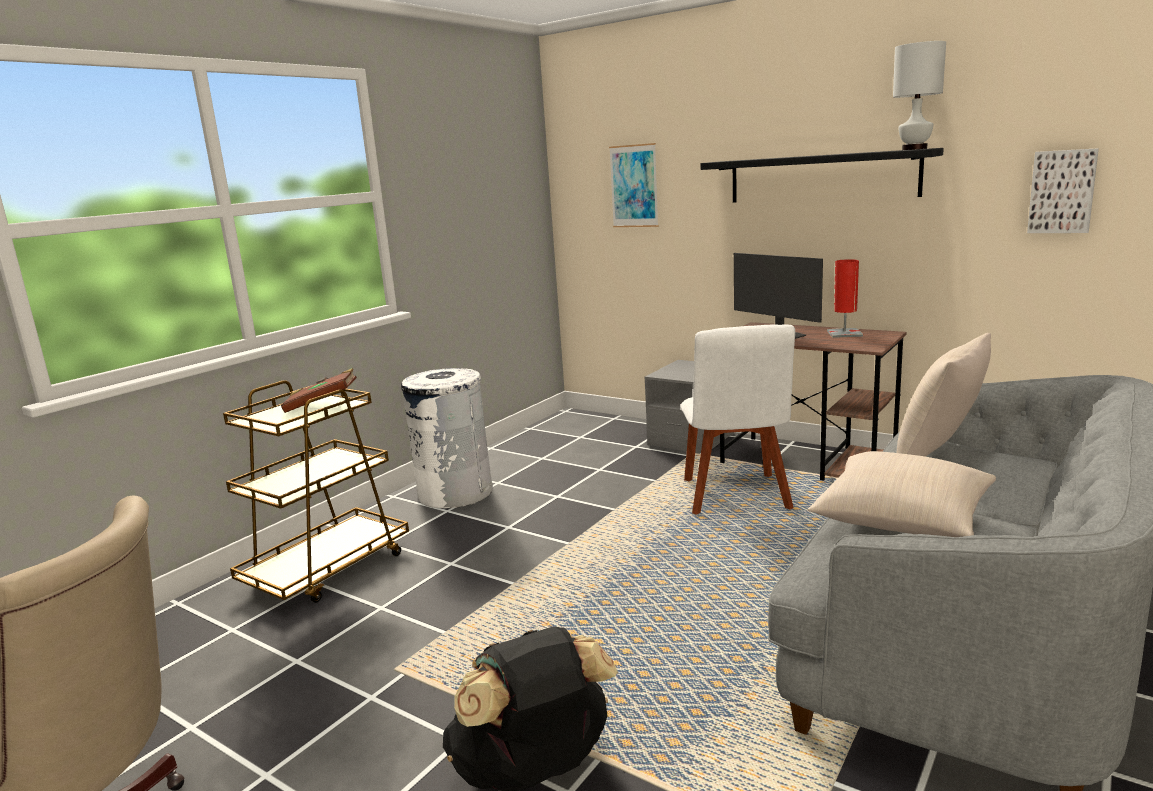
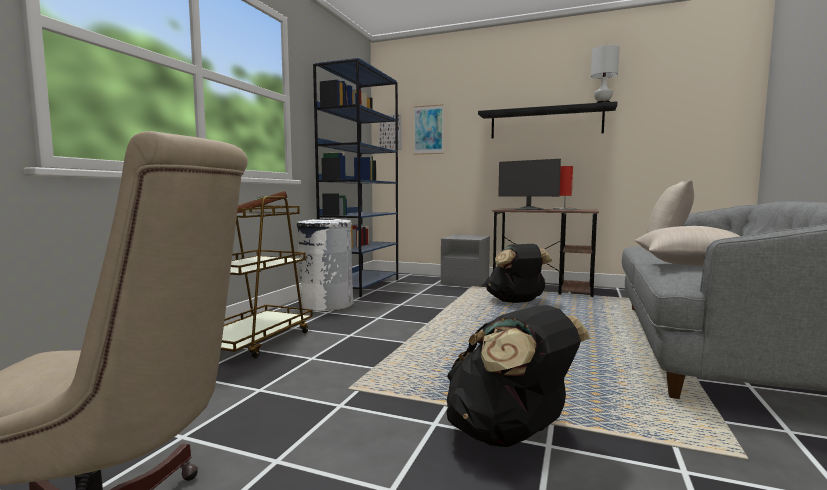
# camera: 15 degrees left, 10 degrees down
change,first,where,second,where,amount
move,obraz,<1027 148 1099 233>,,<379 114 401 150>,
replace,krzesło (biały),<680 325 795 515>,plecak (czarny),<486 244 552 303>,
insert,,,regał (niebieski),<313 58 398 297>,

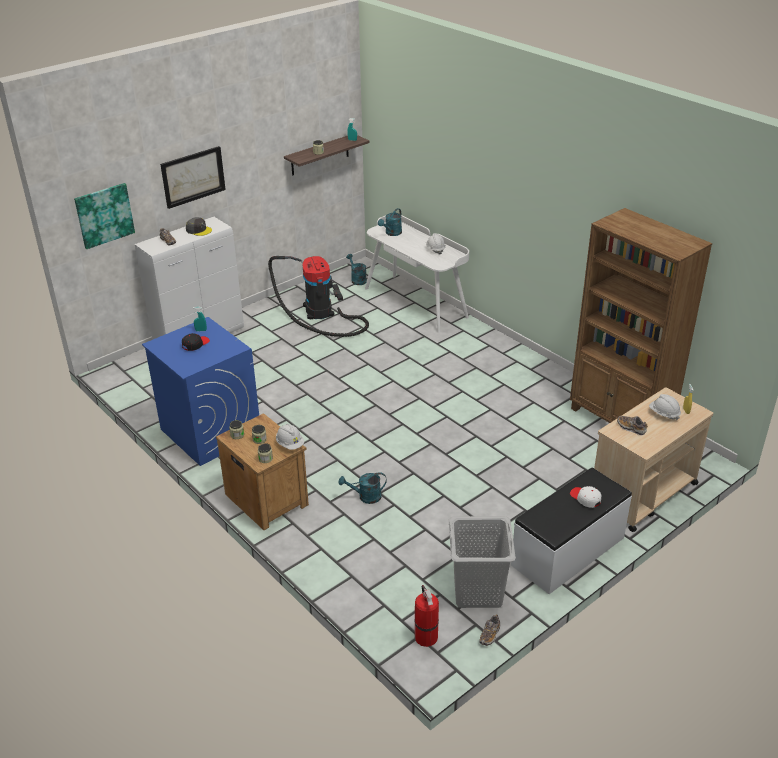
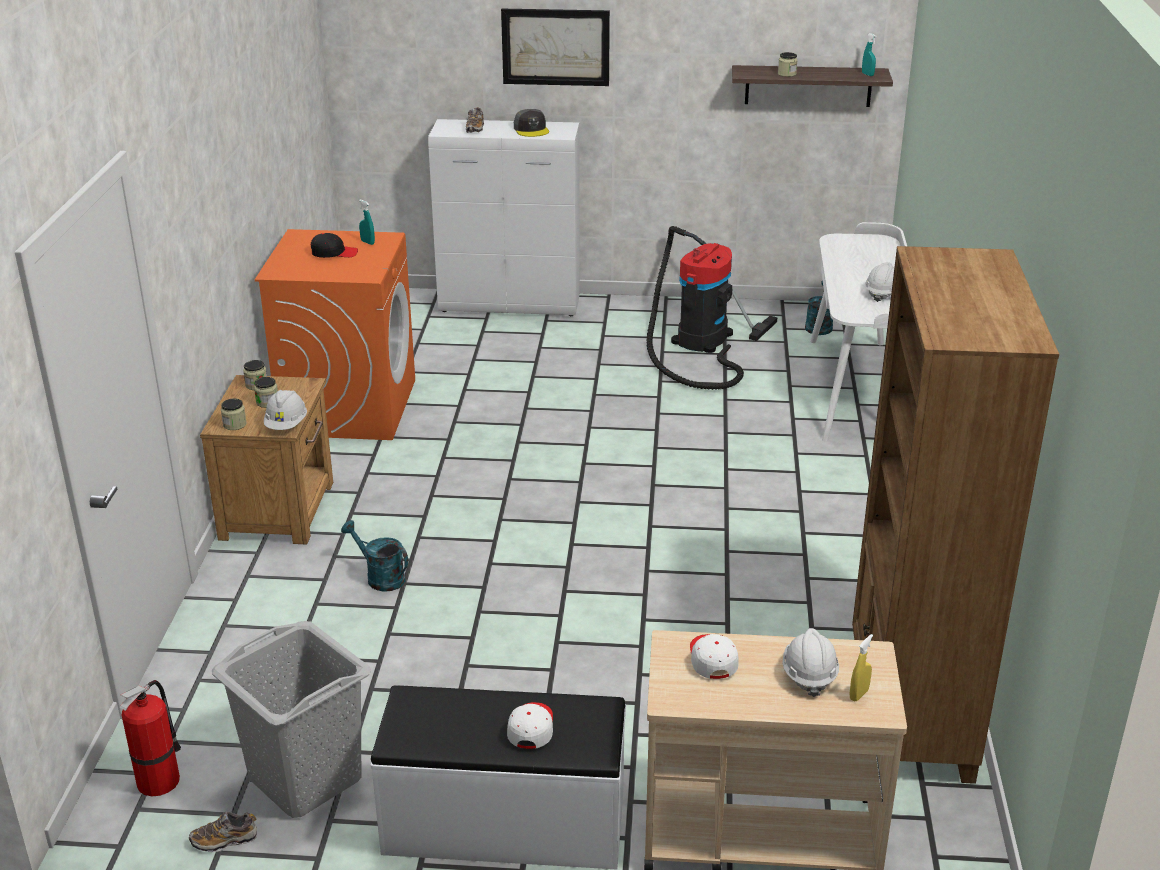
# camera: 45 degrees right, 5 degrees down
change,first,where,second,where,amount
delete,obraz,<74 183 135 249>,,,
delete,konewka (turkusowy),<378 208 402 236>,,,
recolor,pralka (niebieski),<142 317 259 466>,pralka (pomarańczowy),<255 229 415 440>,
replace,but,<617 416 648 435>,czapka z daszkiem (biały),<690 634 738 679>,

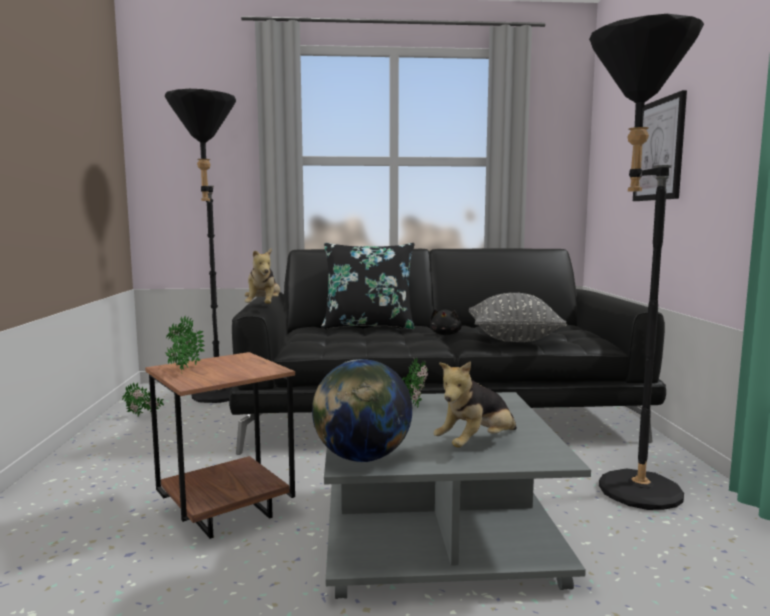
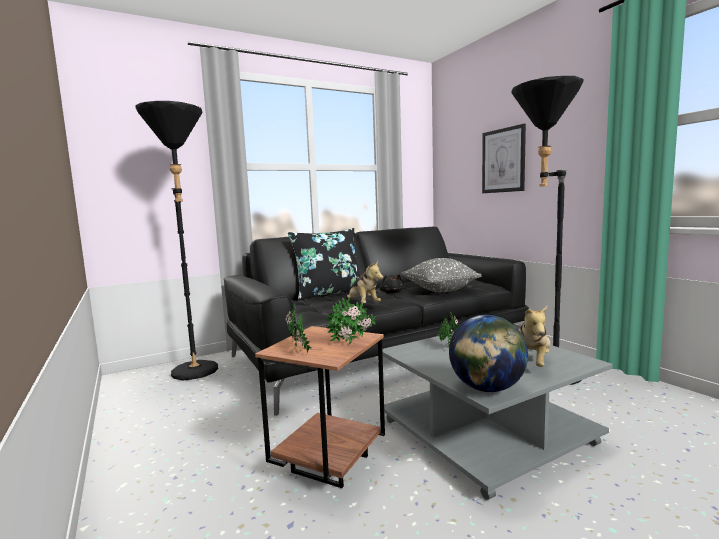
# camera: 25 degrees left, 0 degrees up
change,first,where,second,where,amount
move,pluszak,<245 248 280 304>,,<346 261 383 303>,
move,roślina doniczkowa,<122 382 164 416>,,<326 298 376 344>,

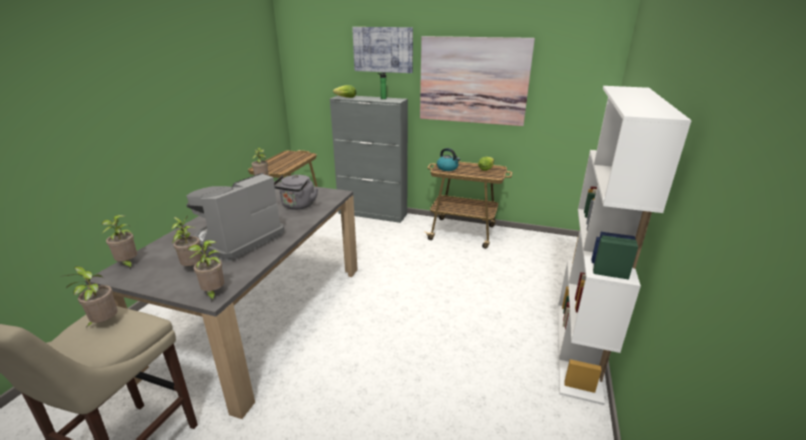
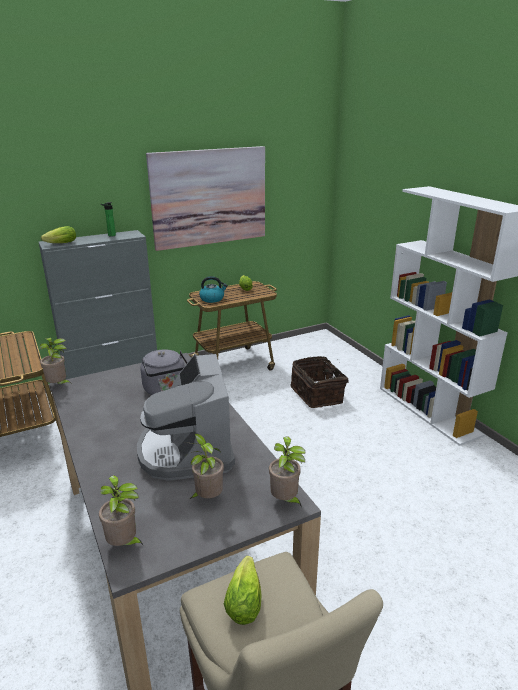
# camera: 45 degrees left, 0 degrees up
change,first,where,second,where,amount
delete,obraz,<352 27 413 73>,,,
replace,roślina doniczkowa,<64 266 118 327>,sałata,<224 556 262 625>,
insert,,,koszyk,<290 356 349 408>,

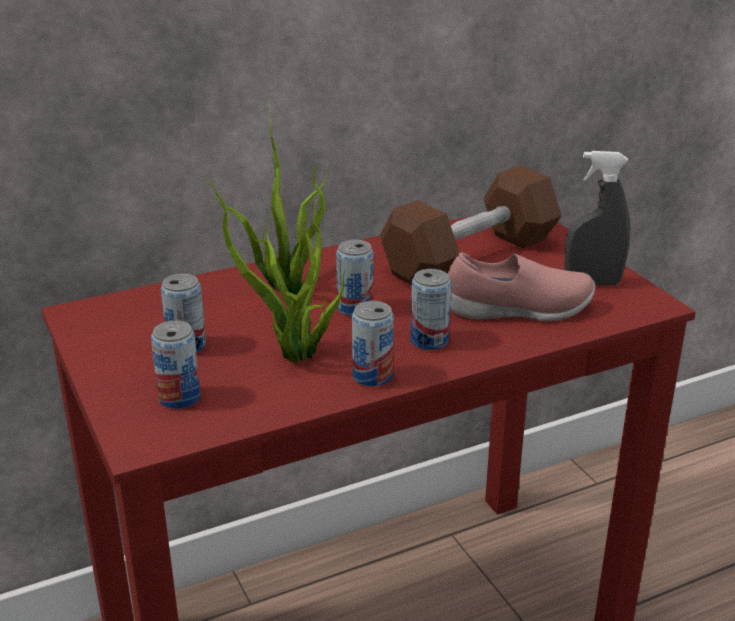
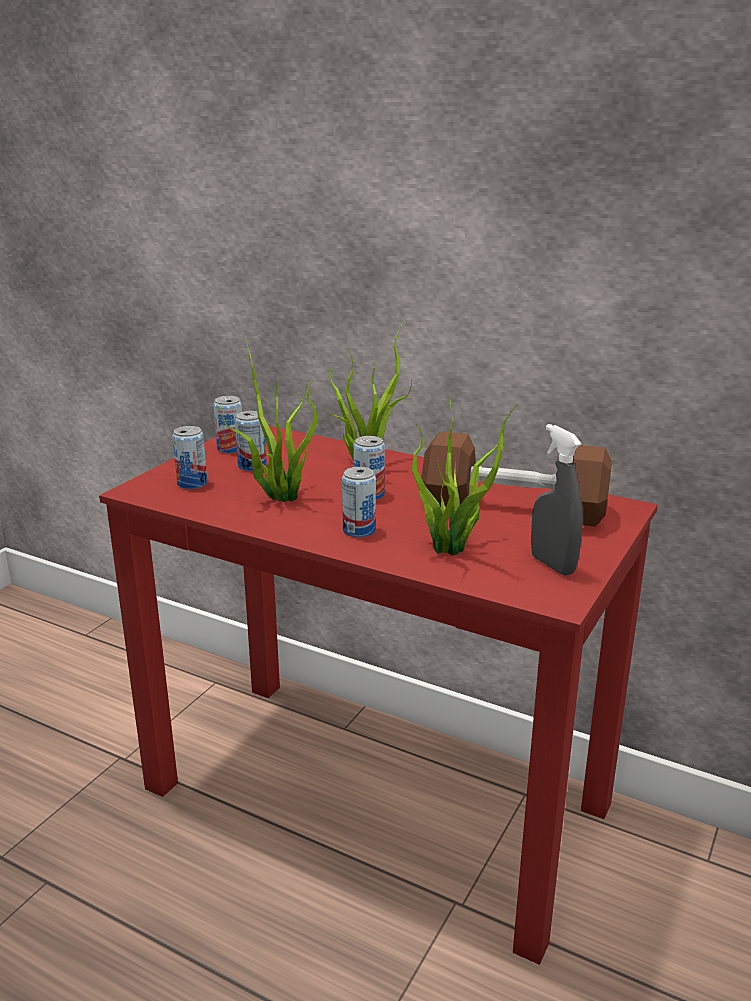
# camera: 55 degrees right, 5 degrees down
change,first,where,second,where,amount
replace,but (różowy),<448 253 595 321>,roślina doniczkowa,<412 398 517 556>,
move,puszka,<352 301 394 387>,,<214 396 242 454>,

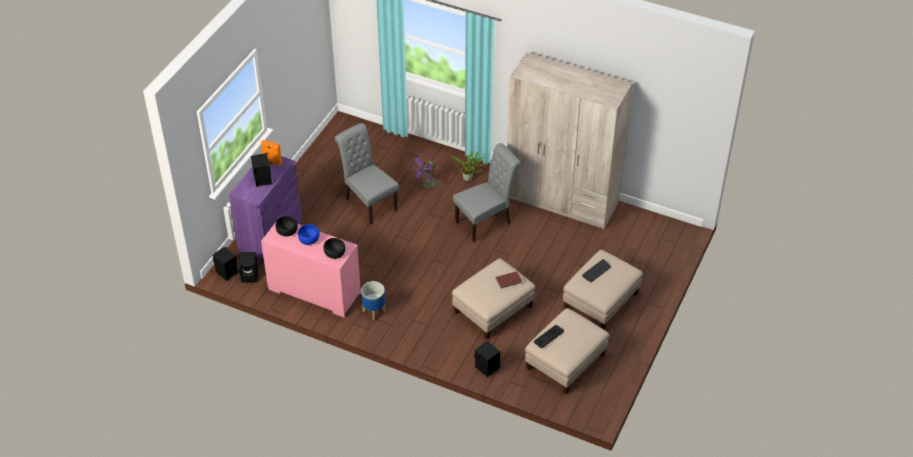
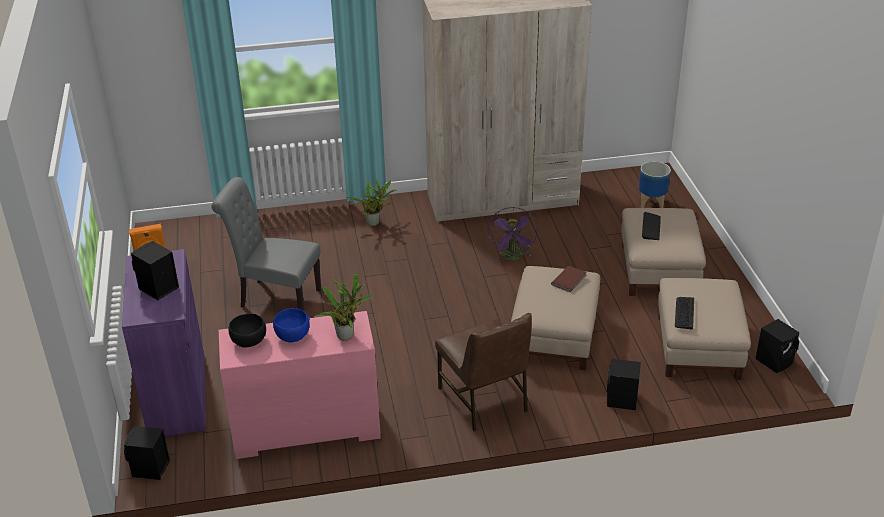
# camera: 35 degrees left, 10 degrees down
change,first,where,second,where,amount
delete,krzesło (szary),<453 143 521 242>,,,
move,wentylator (fioletowy),<410 153 441 190>,,<488 207 538 260>,
replace,miska (czarny),<323 238 345 259>,roślina doniczkowa,<314 273 373 341>,
move,głośnik (czarny),<238 252 259 283>,,<756 319 799 373>,
move,donica,<361 281 386 320>,,<639 161 671 208>,
insert,,,krzesło (brązowy),<435 313 532 431>,

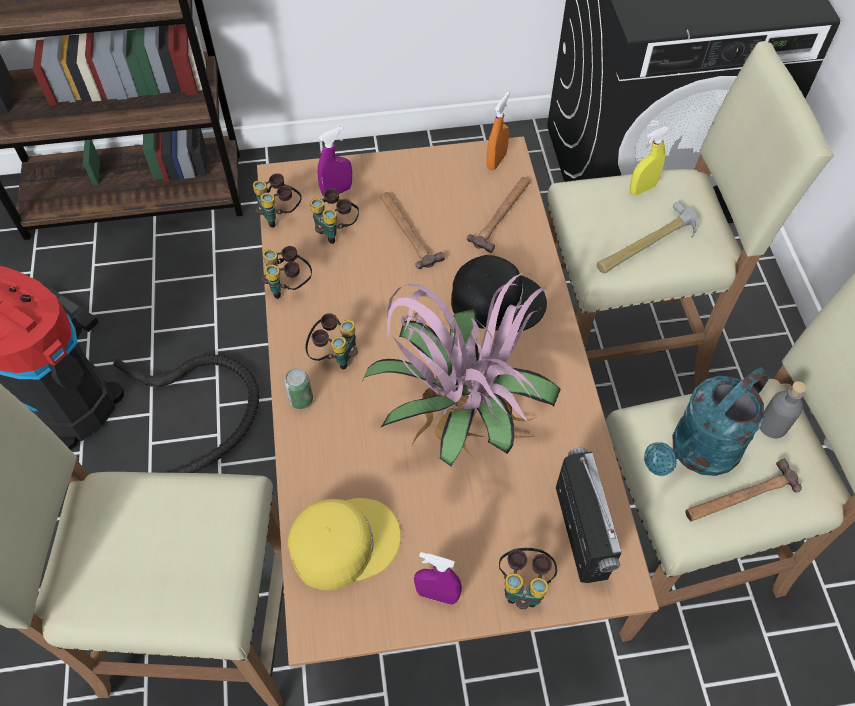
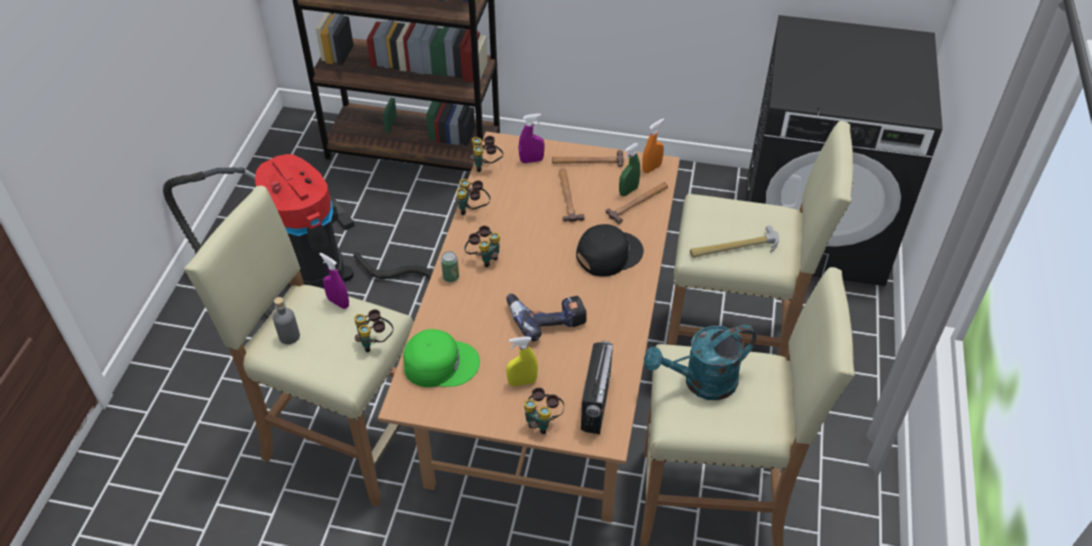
# camera: 20 degrees right, 10 degrees down
change,first,where,second,where,amount
move,spryskiwacz (żółty),<630 127 670 195>,,<506 336 538 386>,
move,lornetka,<310 188 359 244>,,<354 309 393 352>,
rotate,czapka z daszkiem (czarny),<451 255 547 332>,,<576 224 644 277>,60 degrees counterclockwise
replace,roślina doniczkowa,<361 273 561 466>,wiertarka,<506 294 587 342>,
move,butelka (szary),<760 381 806 438>,,<273 297 300 345>,
move,młotek,<685 459 802 521>,,<552 150 624 167>,
recolor,czapka z daszkiem (żółty),<288 498 401 590>,czapka z daszkiem (zielony),<403 329 480 387>,
move,spryskiwacz (fioletowy),<414 552 462 605>,,<319 253 349 309>,
insert,,,spryskiwacz (zielony),<619 143 640 196>,

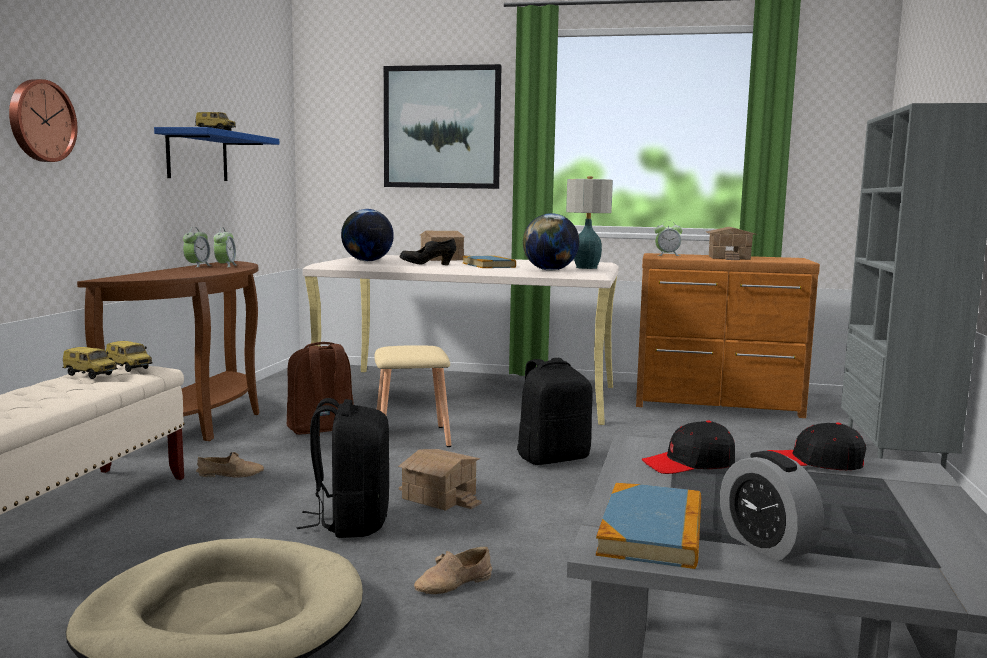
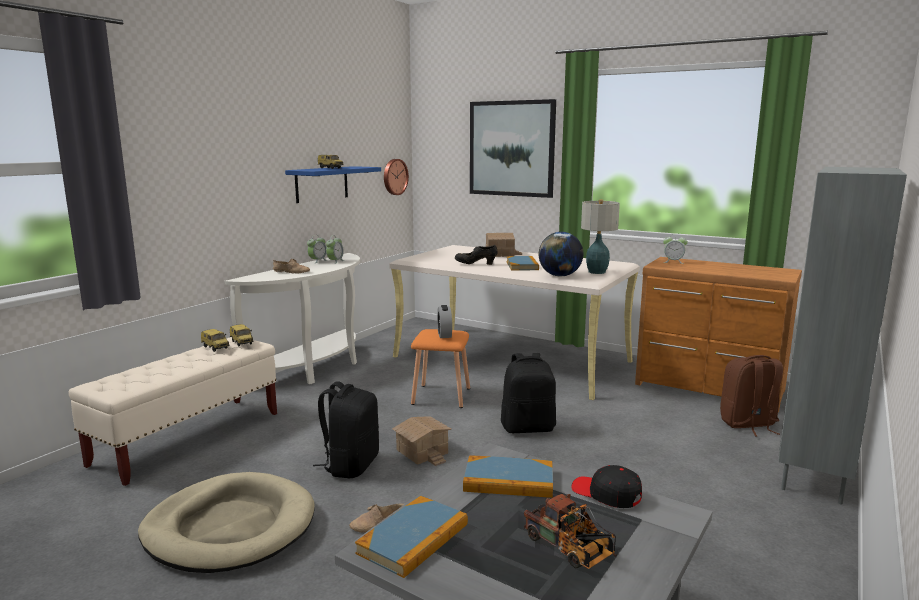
# camera: 20 degrees right, 5 degrees up
change,first,where,second,where,amount
move,zegar ścienny,<9 79 77 162>,,<384 159 409 195>,
delete,globus,<341 209 394 261>,,,
delete,domek,<706 227 758 260>,,,
recolor,stolik konsolowy (brązowy),<77 261 260 441>,stolik konsolowy (biały),<225 253 360 384>,
move,plecak (brązowy),<287 342 354 435>,,<720 355 783 437>,
recolor,stołek (beżowy),<374 345 451 447>,stołek (pomarańczowy),<411 329 470 408>,
replace,czapka z daszkiem (czarny),<642 421 735 474>,książka,<463 455 553 498>,
move,budzik,<720 451 824 561>,,<437 305 452 338>,
move,but (beżowy),<196 452 264 478>,,<272 259 310 273>,
insert,,,ciężarówka zabawkowa,<524 494 617 569>,

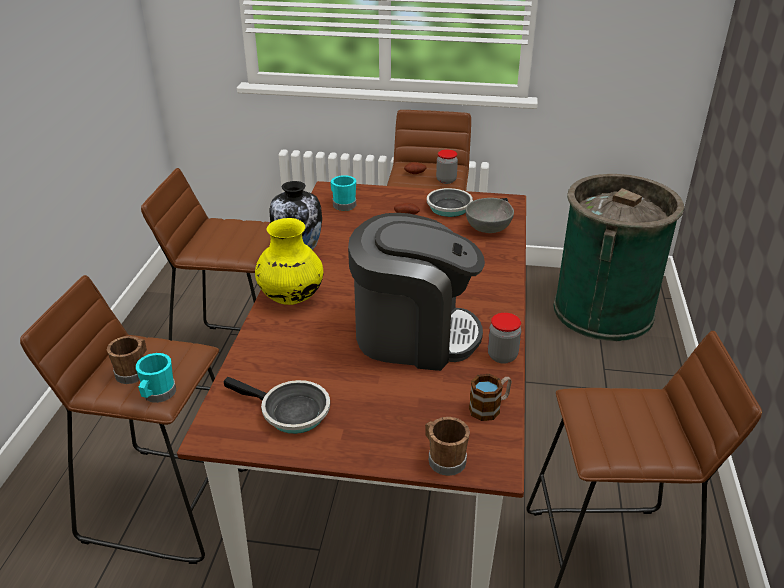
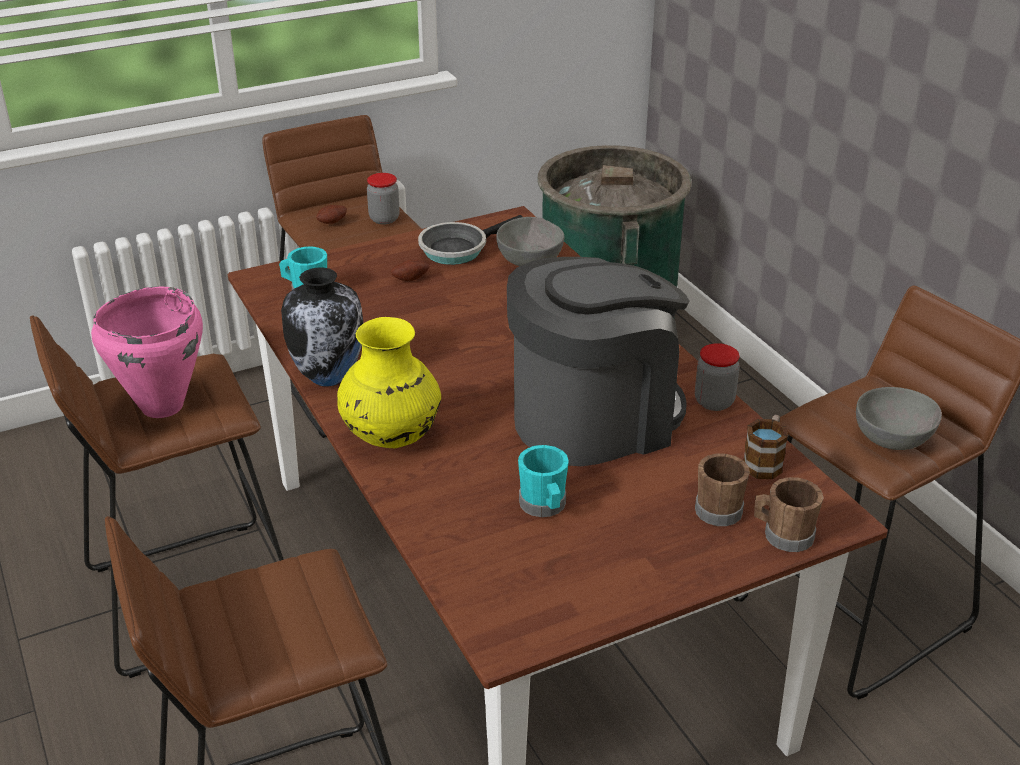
# camera: 35 degrees left, 0 degrees up
change,first,where,second,where,amount
move,kubek (brązowy),<107 336 147 384>,,<695 454 750 526>,
move,kubek (turkusowy),<136 353 176 403>,,<518 445 569 517>,
delete,patelnia,<224 377 330 434>,,,
insert,,,garnek (różowy),<91 286 203 418>,
insert,,,miska (szary),<856 387 942 450>,

